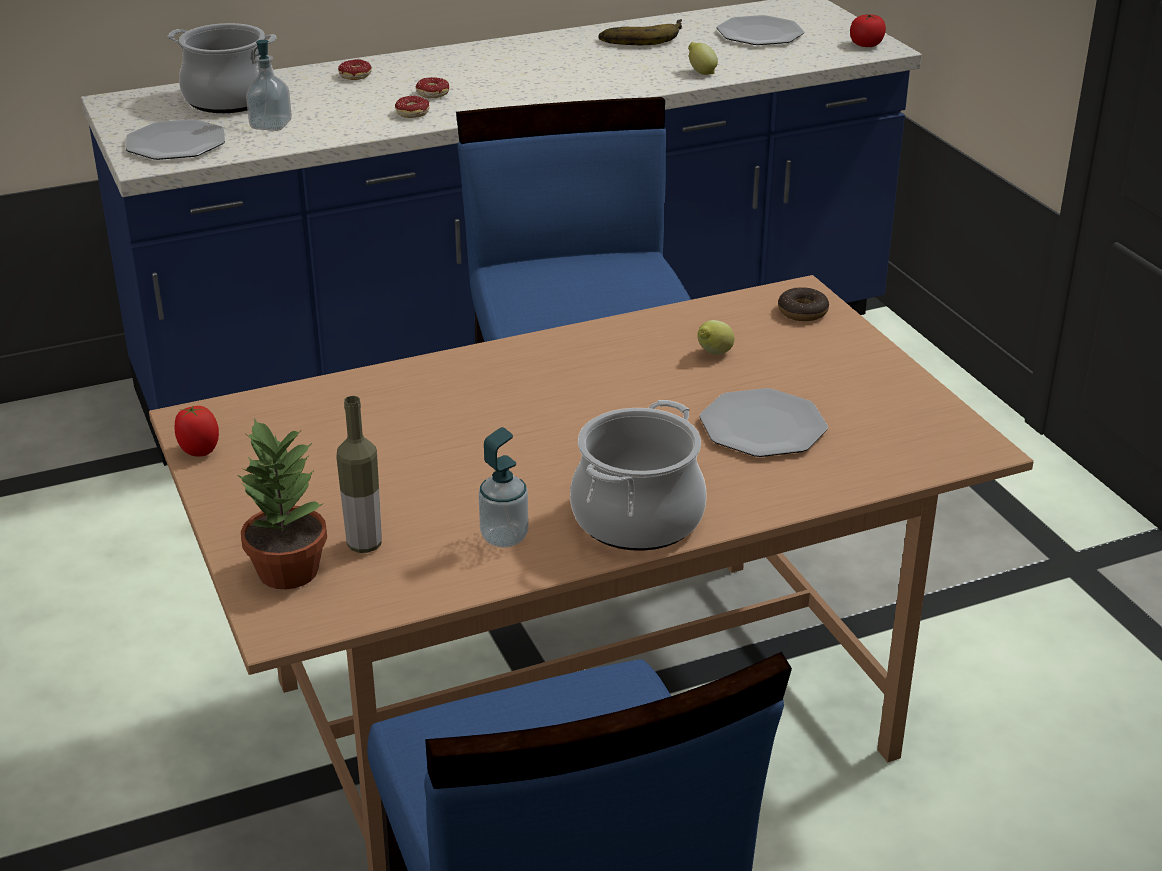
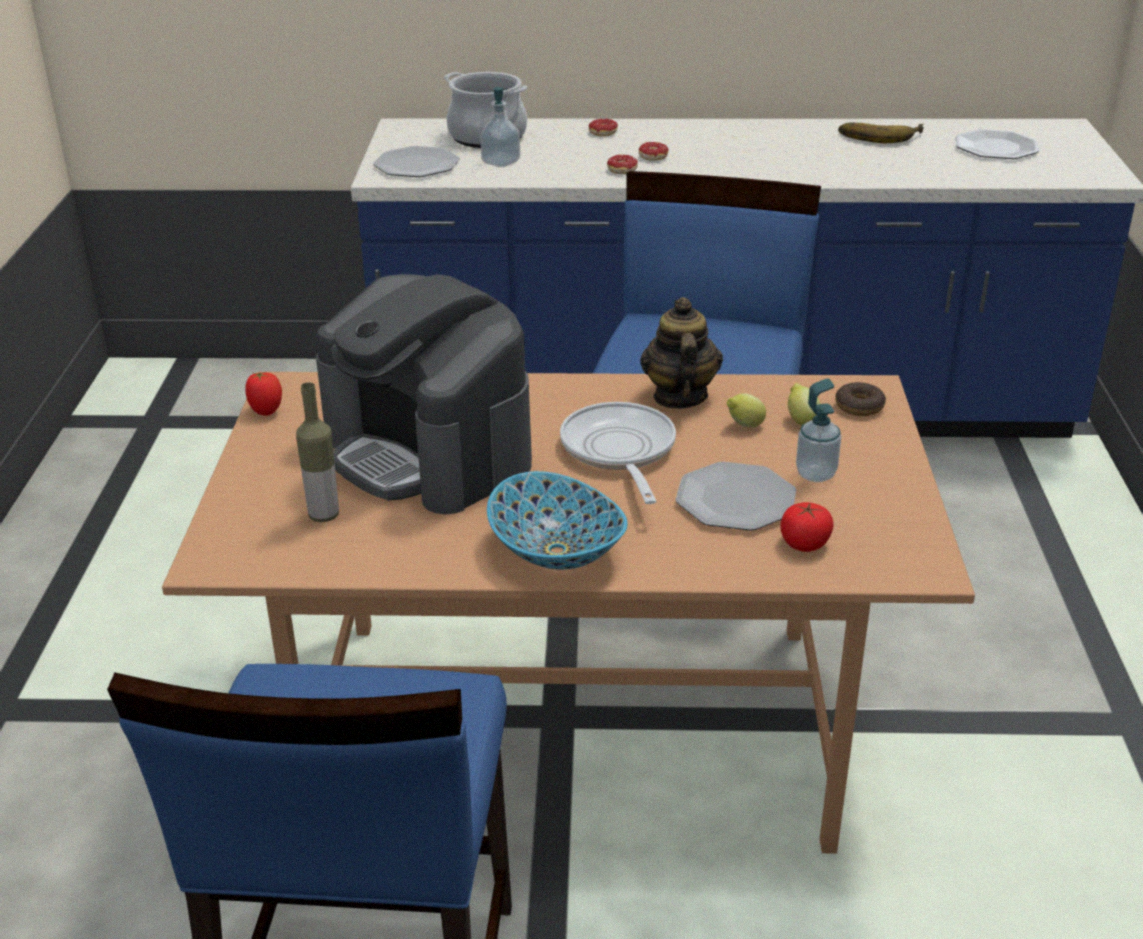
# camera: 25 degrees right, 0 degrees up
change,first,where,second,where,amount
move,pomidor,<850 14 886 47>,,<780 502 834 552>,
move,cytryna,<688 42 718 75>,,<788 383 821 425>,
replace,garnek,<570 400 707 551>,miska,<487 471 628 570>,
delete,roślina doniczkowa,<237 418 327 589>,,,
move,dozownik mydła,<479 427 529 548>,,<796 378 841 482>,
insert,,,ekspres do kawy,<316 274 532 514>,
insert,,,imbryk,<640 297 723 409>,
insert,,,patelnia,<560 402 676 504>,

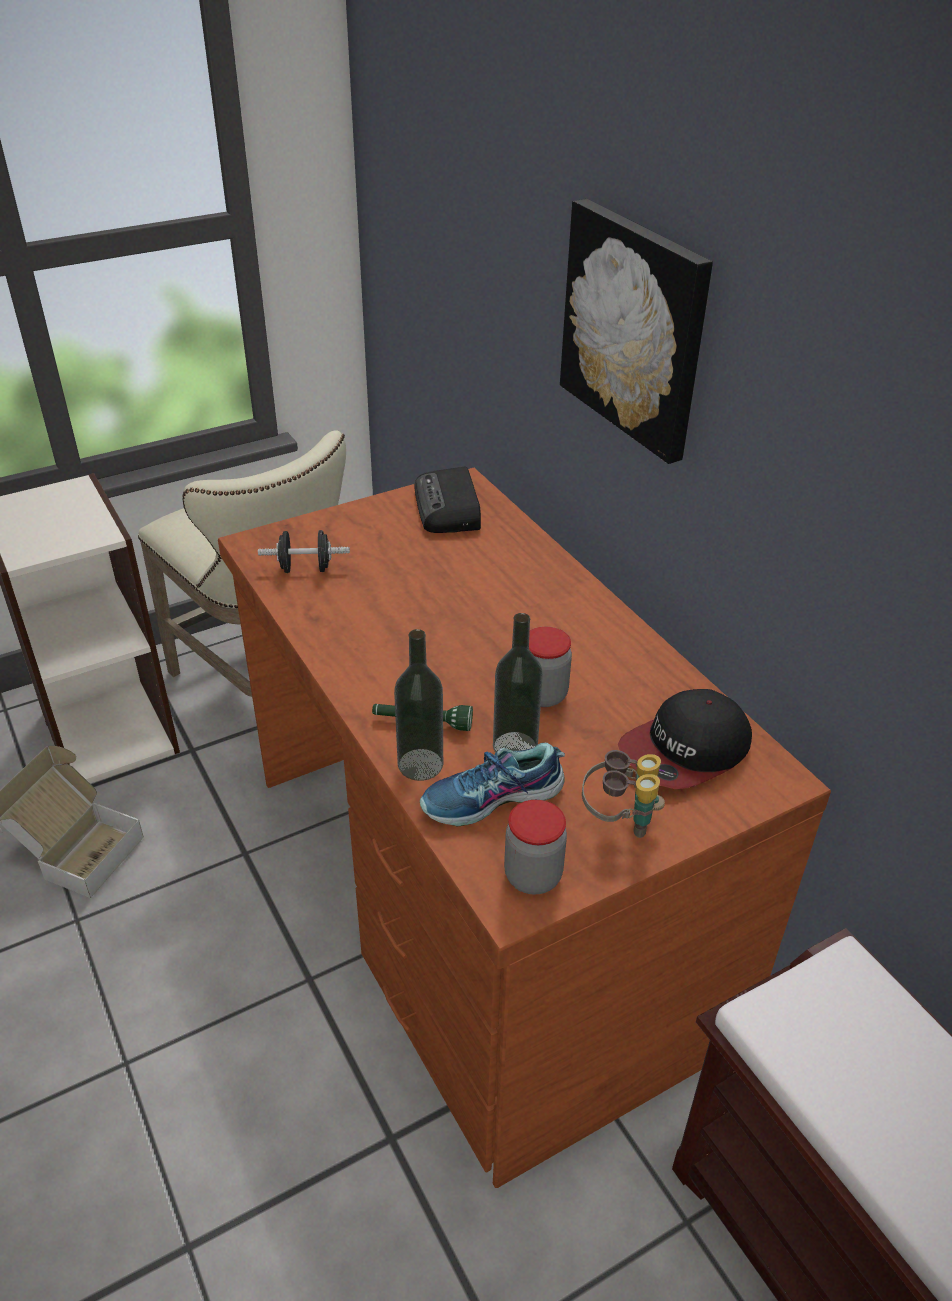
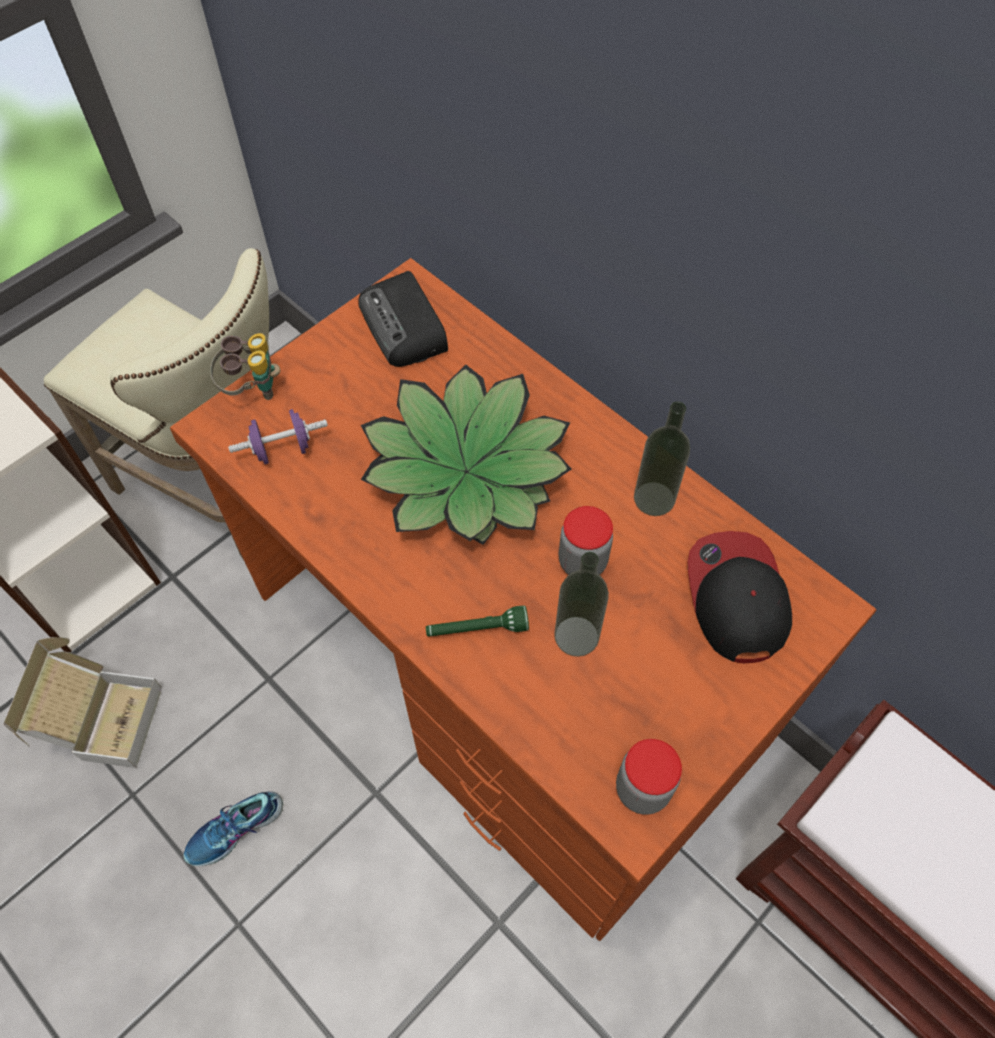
# camera: 15 degrees left, 20 degrees up
change,first,where,second,where,amount
delete,obraz,<560 199 713 464>,,,
recolor,hantel (czarny),<258 530 350 573>,hantel (fioletowy),<228 409 328 464>,
move,butelka,<394 629 443 781>,,<634 401 690 516>,
rotate,czapka z daszkiem,<618 689 752 789>,,<688 531 792 663>,135 degrees clockwise
move,but,<420 743 565 826>,,<183 791 283 866>,
move,lornetka,<582 750 665 838>,,<210 333 280 400>,
insert,,,roślina doniczkowa,<361 364 572 545>,

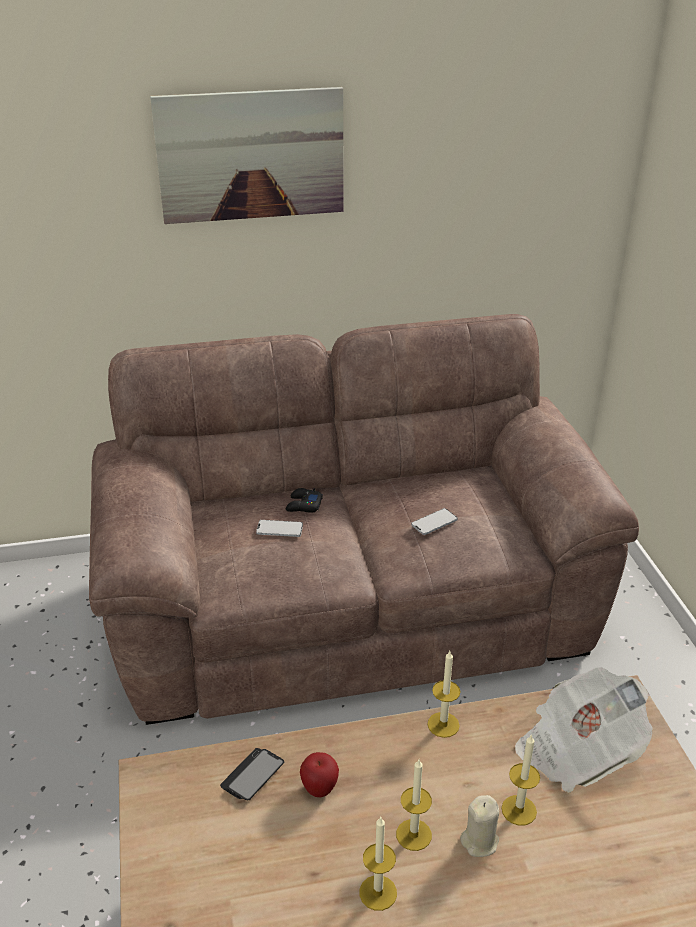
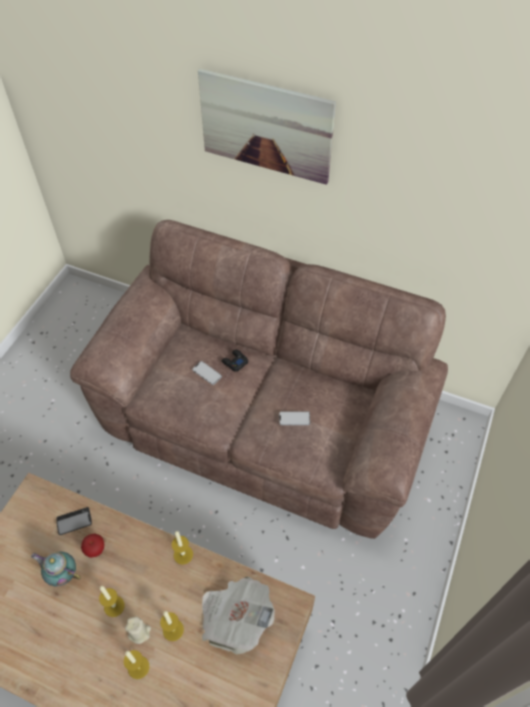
# camera: 35 degrees right, 20 degrees up
change,first,where,second,where,amount
move,świeca,<360 817 397 911>,,<124 650 149 679>,
insert,,,imbryk,<31 552 81 587>,

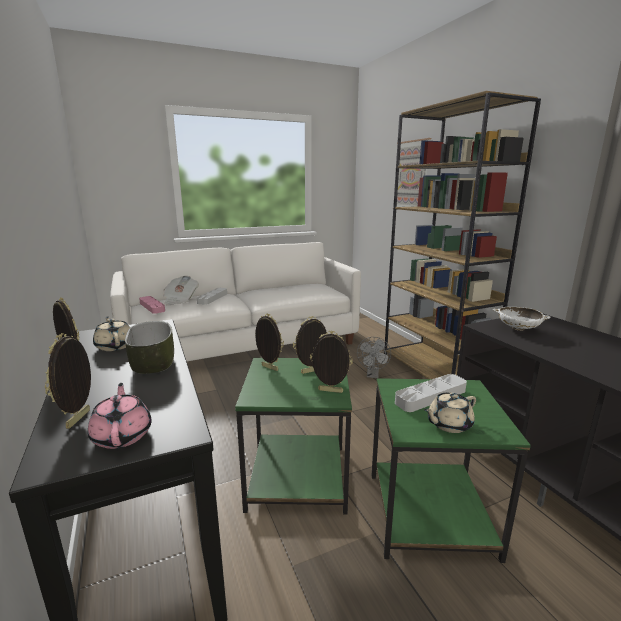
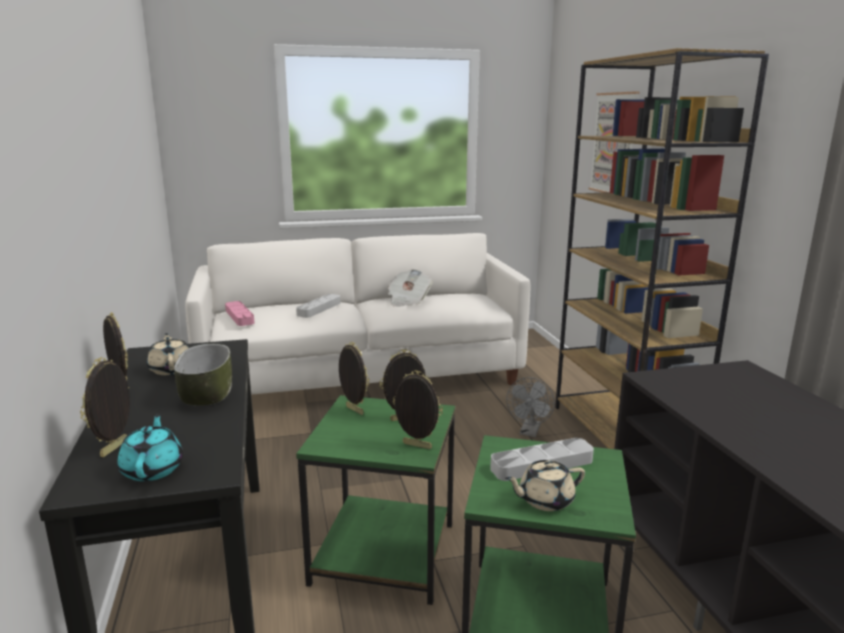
# camera: 10 degrees right, 0 degrees up
change,first,where,second,where,amount
move,gazeta,<163 276 199 305>,,<388 269 433 307>,
delete,miska (biały),<493 307 551 331>,,,
recolor,imbryk (różowy),<88 383 152 449>,imbryk (turkusowy),<117 414 183 481>,

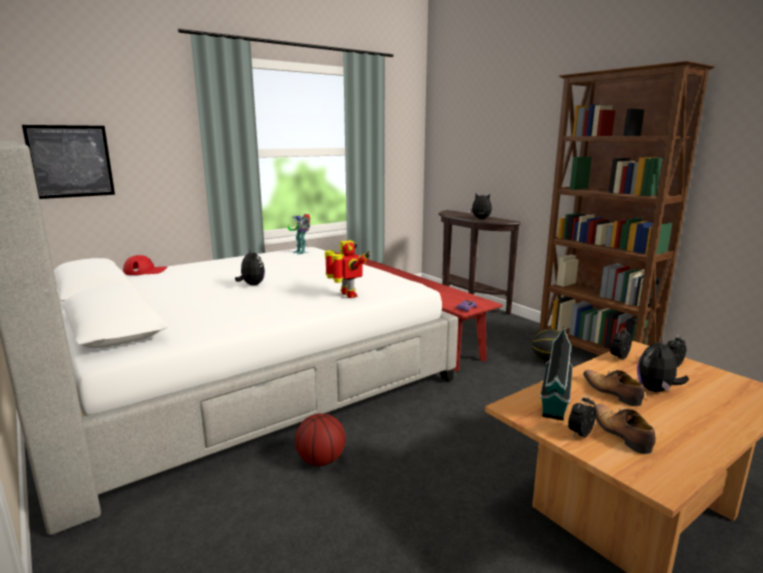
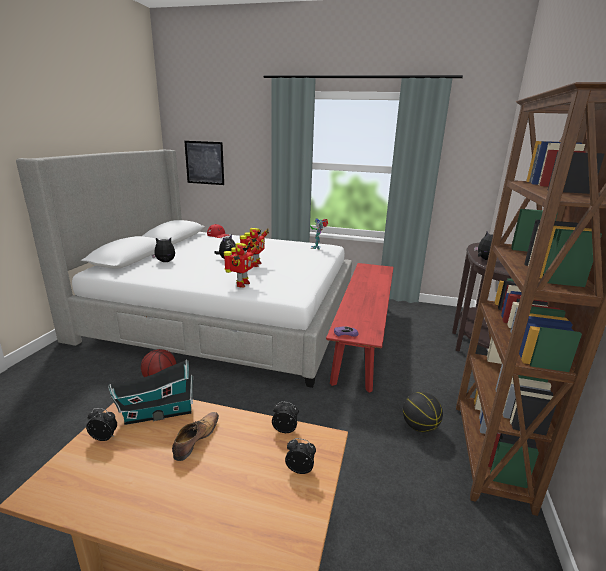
# camera: 50 degrees right, 5 degrees up
change,first,where,second,where,amount
move,pluszak,<637 336 689 392>,,<152 238 175 262>,
delete,but,<594 404 656 454>,,,
insert,,,robot zabawkowy,<240 228 269 267>,

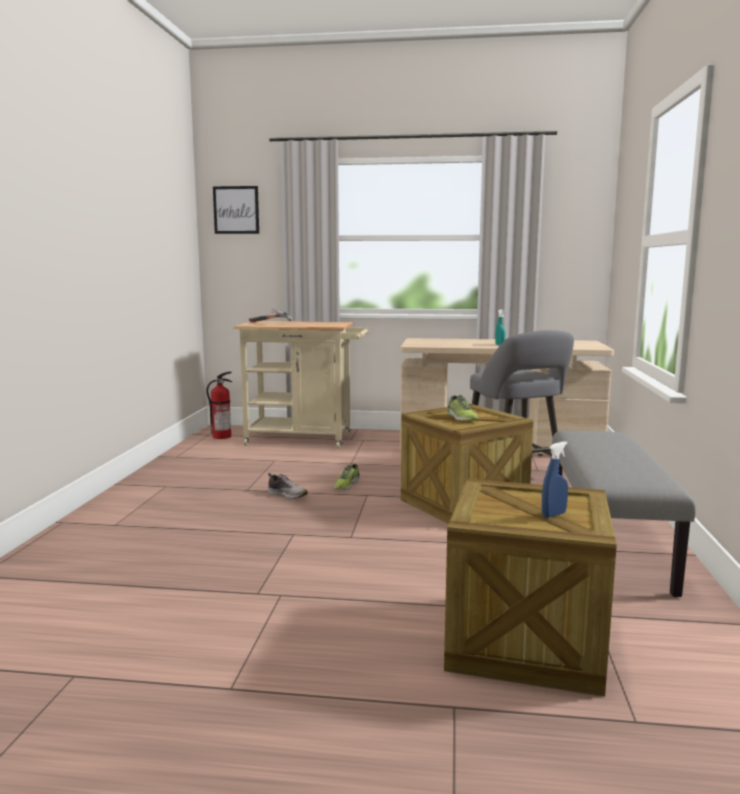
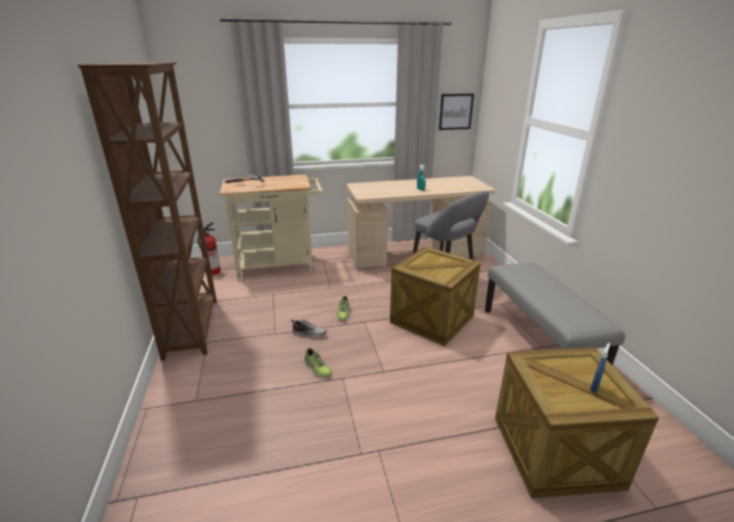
# camera: 20 degrees left, 15 degrees up
change,first,where,second,where,amount
move,obraz,<213 186 259 234>,,<439 94 474 130>,
move,but,<447 395 479 421>,,<304 348 332 377>,
insert,,,regał (brązowy),<78 62 217 361>,

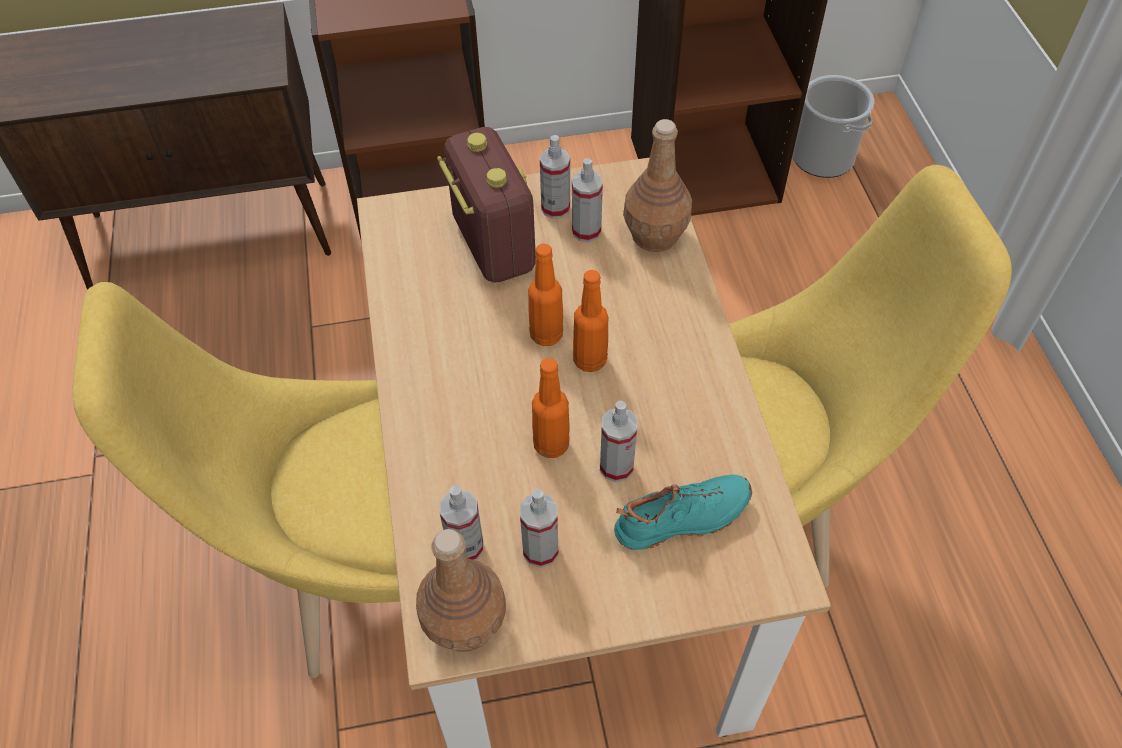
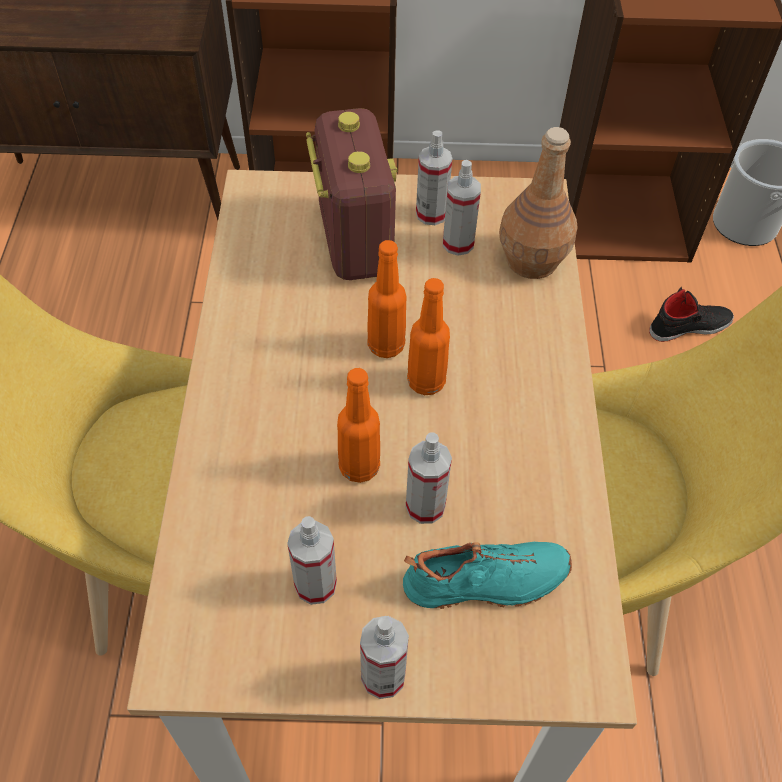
# camera: 10 degrees right, 0 degrees up
change,first,where,second,where,amount
move,spryskiwacz,<440 485 483 561>,,<360 616 409 699>,
delete,butelka (brązowy),<416 529 506 652>,,,
insert,,,but (czarny),<649 287 734 342>,

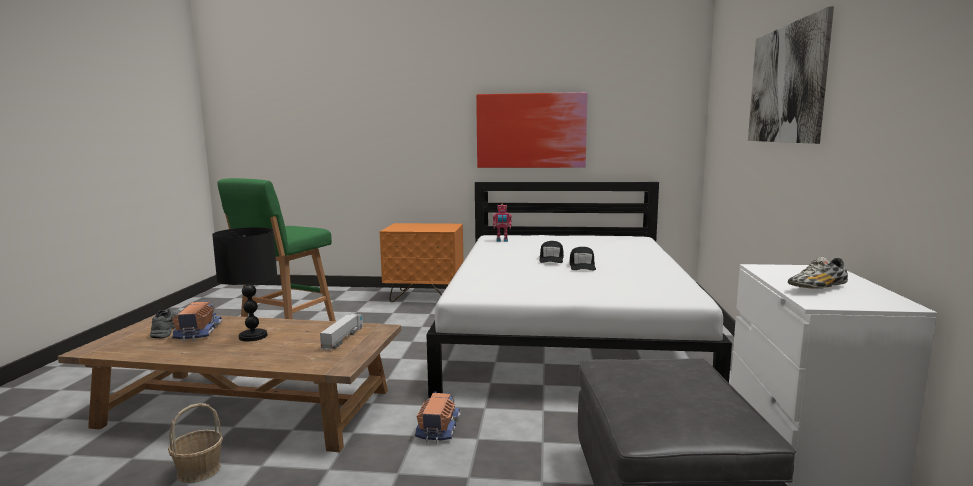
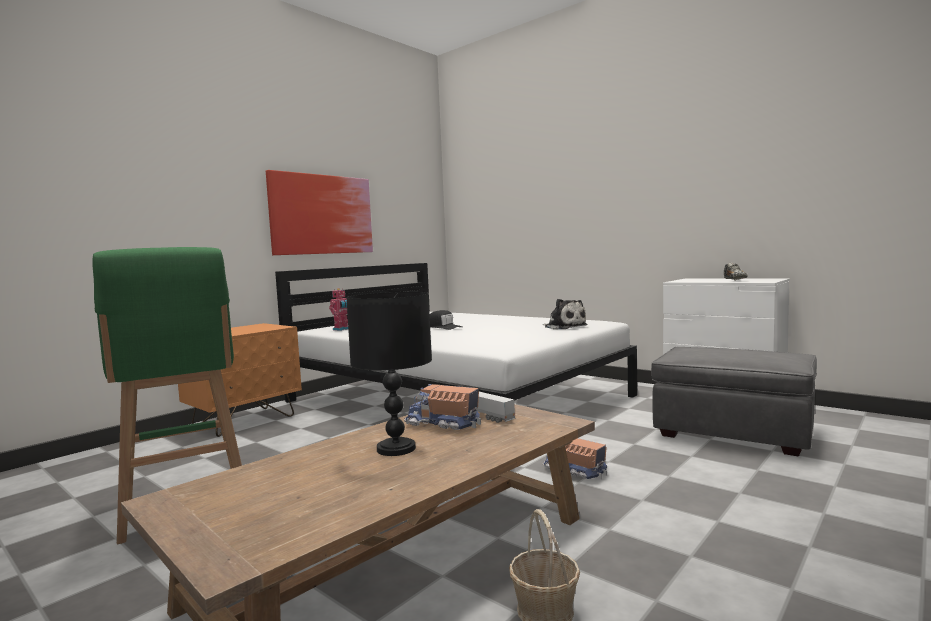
# camera: 55 degrees left, 5 degrees down
change,first,where,second,where,amount
delete,obraz,<748 6 834 144>,,,
delete,czapka z daszkiem (czarny),<569 247 596 270>,,,
move,ciężarówka zabawkowa,<172 301 223 342>,,<404 384 481 430>,
delete,but (szary),<150 309 181 338>,,,
insert,,,pluszak,<544 299 588 330>,

